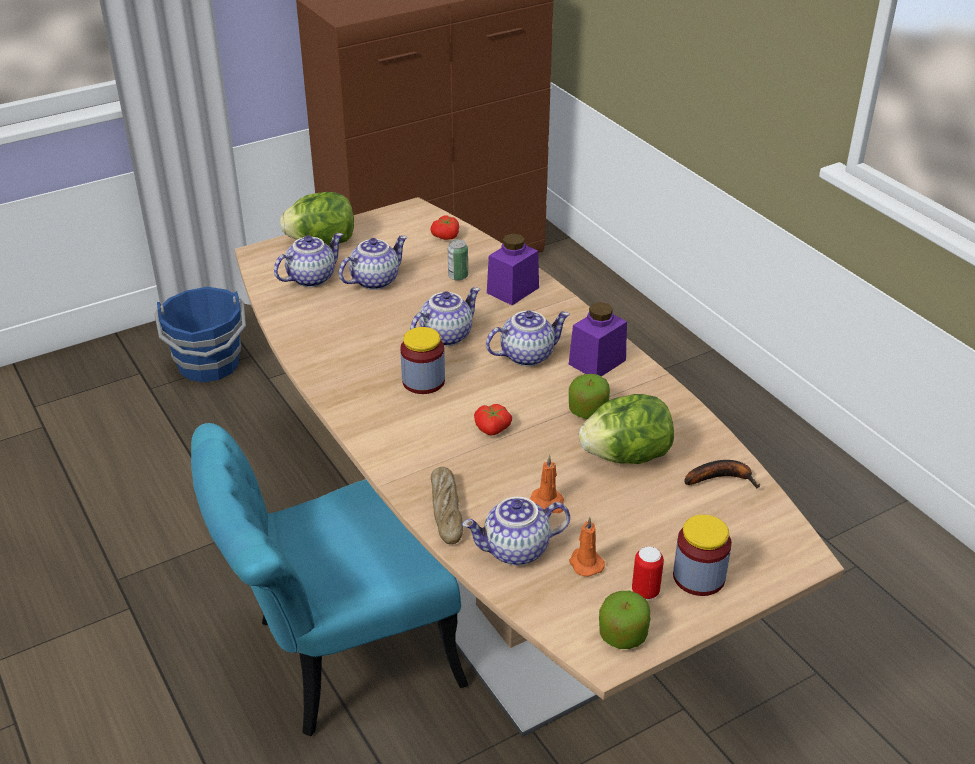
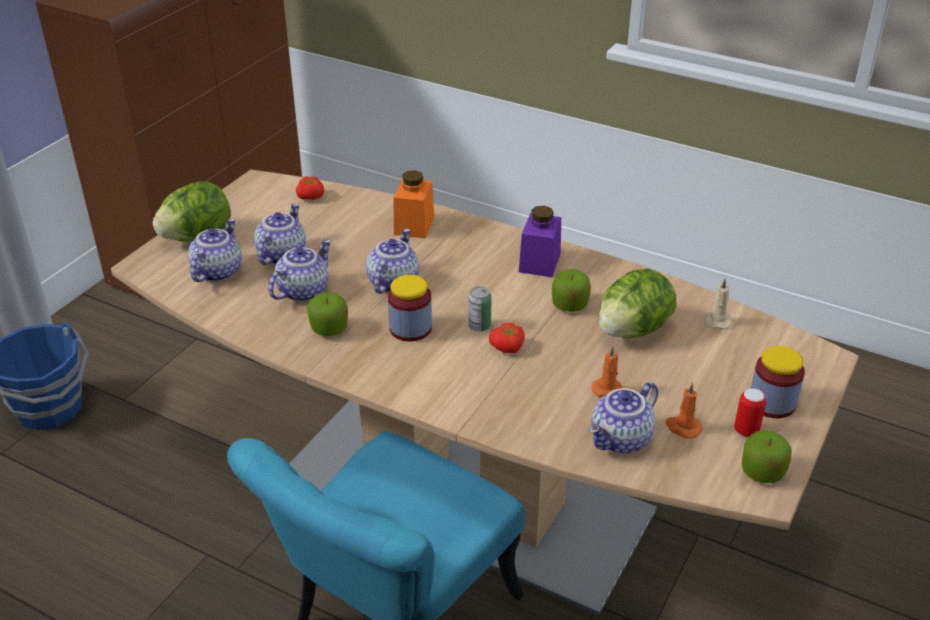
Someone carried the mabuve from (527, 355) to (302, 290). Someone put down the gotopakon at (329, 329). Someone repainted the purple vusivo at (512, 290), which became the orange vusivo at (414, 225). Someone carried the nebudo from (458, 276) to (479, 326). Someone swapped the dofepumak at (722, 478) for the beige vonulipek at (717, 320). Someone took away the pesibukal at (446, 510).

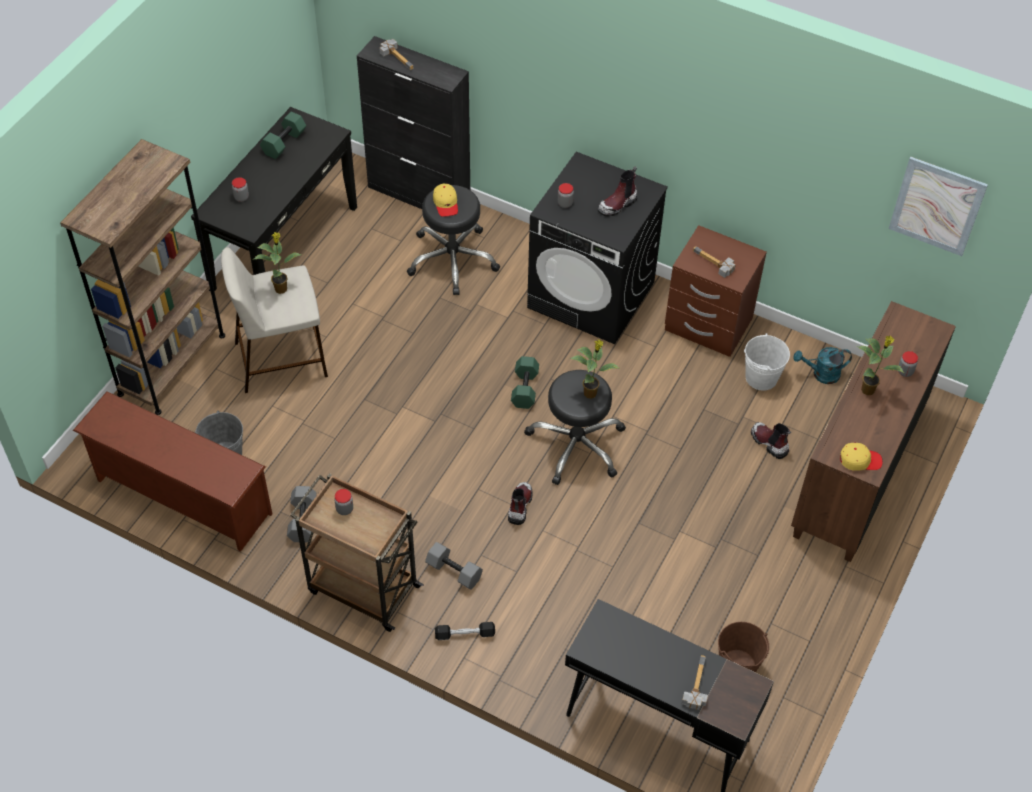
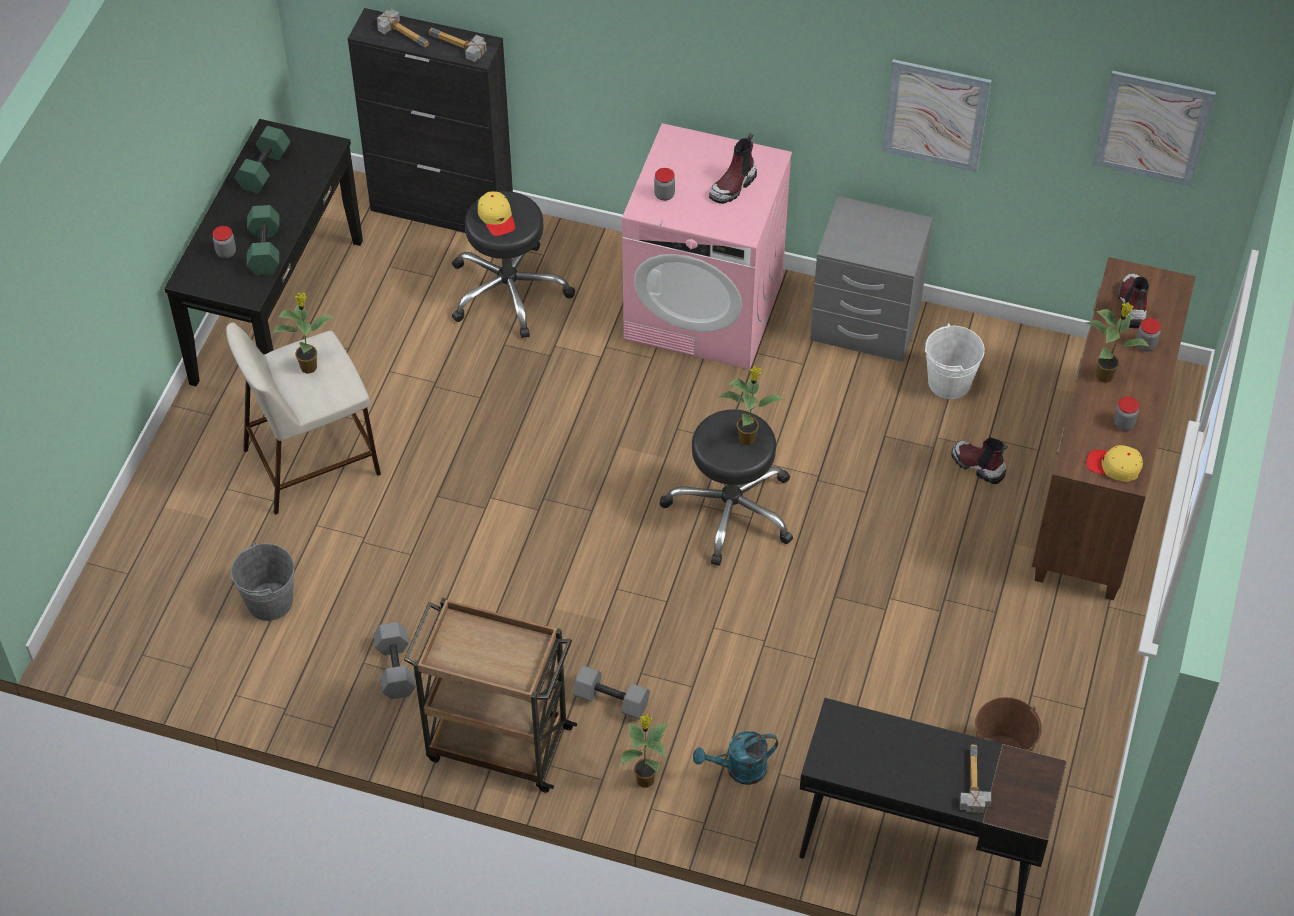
Someone carried the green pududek from (524, 388) to (263, 249). Someone carried the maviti from (712, 264) to (457, 47). Someone swapped the black pududek at (465, 634) for the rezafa at (645, 778). Someone repainted the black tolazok at (592, 295), which became the pink tolazok at (705, 309). Someone carried the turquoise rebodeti from (821, 374) to (739, 770). Someone repainted the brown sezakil at (707, 325), which became the grey sezakil at (865, 325). Someone put up the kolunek at (935, 115). Someone rotated the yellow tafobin at (860, 460) by 150 degrees counterclockwise. Someone carried the vusivo from (344, 509) to (1123, 423). Someone carried the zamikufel from (519, 505) to (1131, 305). Someone took away the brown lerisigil at (172, 364). Someone took away the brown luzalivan at (181, 497).

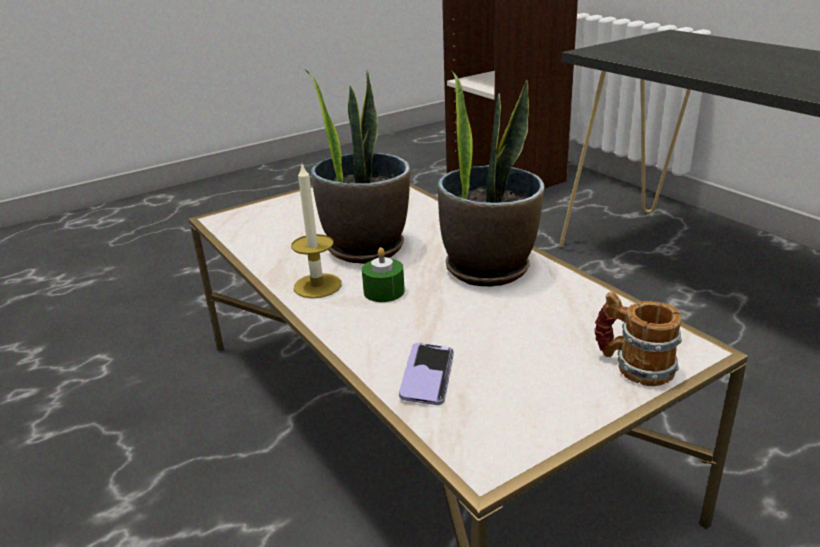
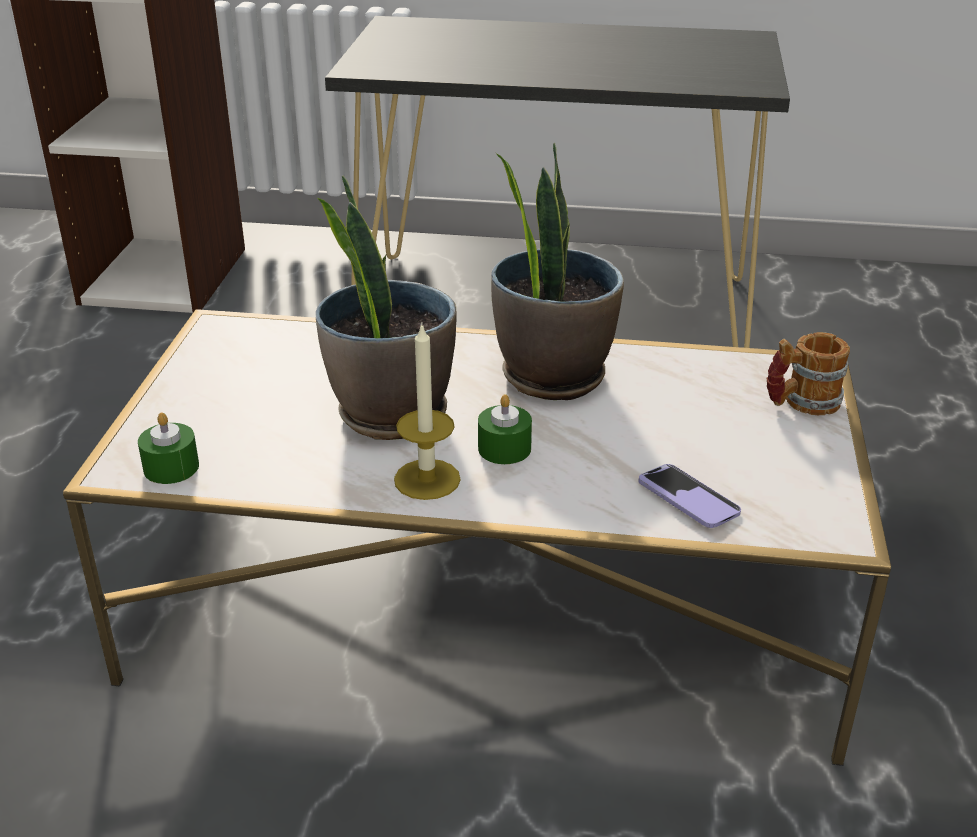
Someone put down the green vonulipek at (171, 467).

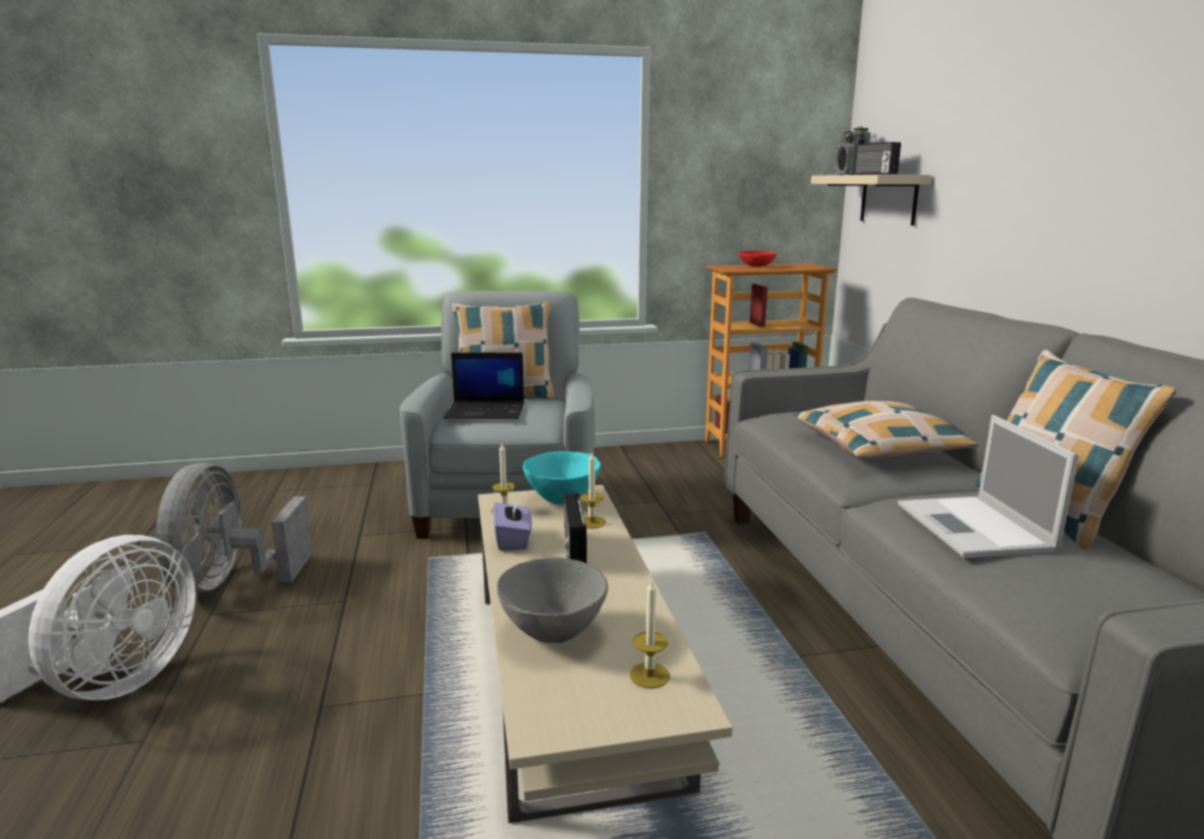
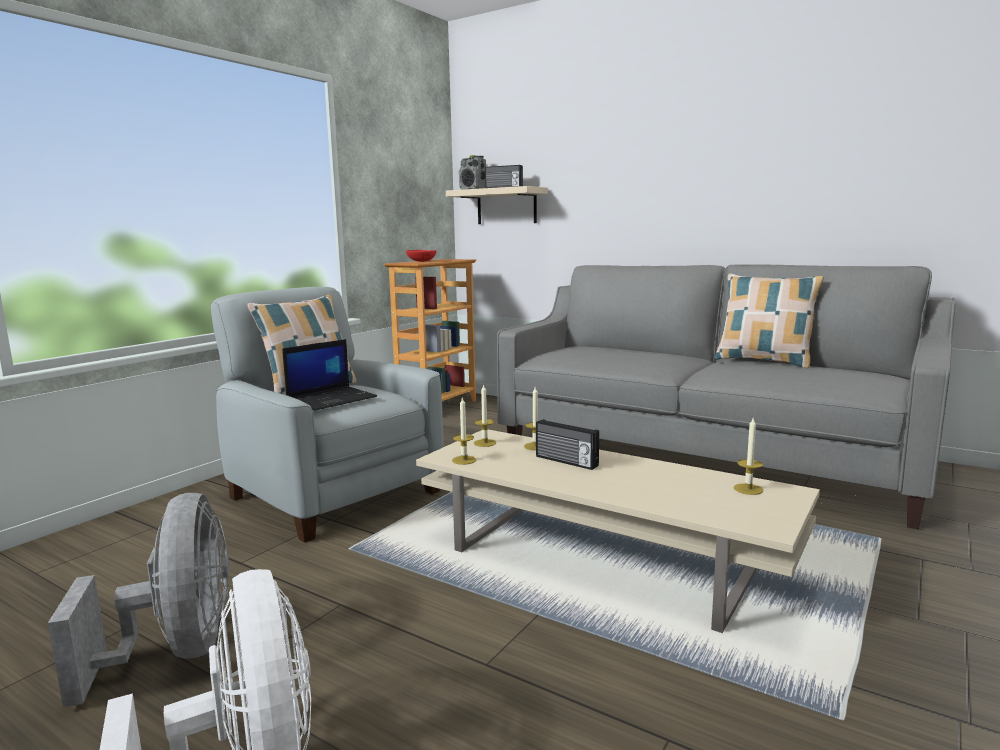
Someone rotated the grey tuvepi at (231, 581) by 150 degrees counterclockwise. Someone swapped the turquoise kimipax at (562, 500) for the vonulipek at (484, 443). Someone took away the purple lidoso at (513, 540). Someone took away the grey kimipax at (552, 632). Someone took away the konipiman at (878, 446). Someone took away the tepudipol at (975, 528).

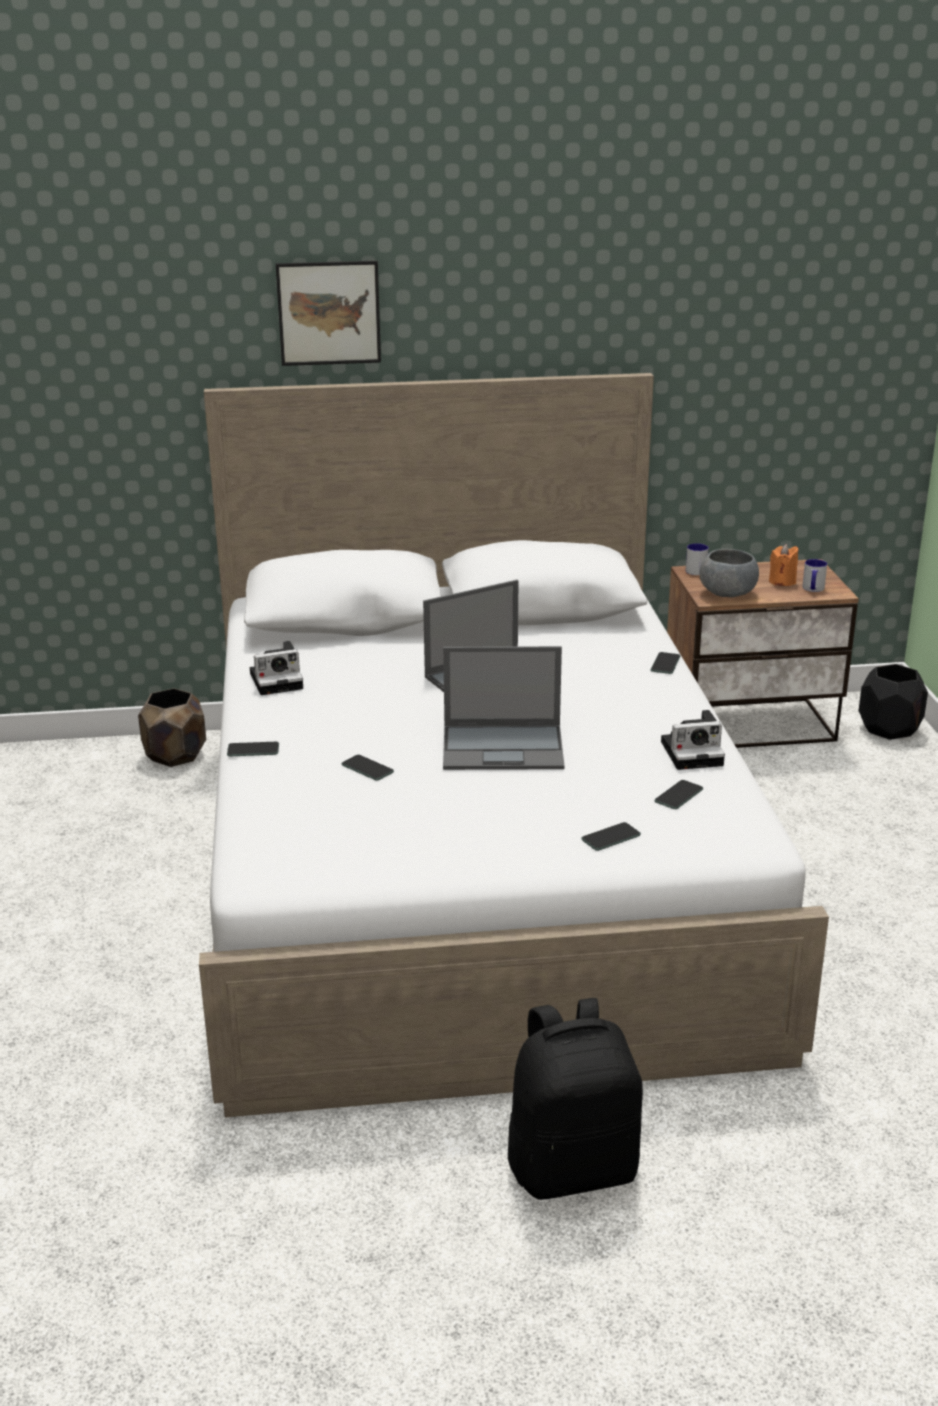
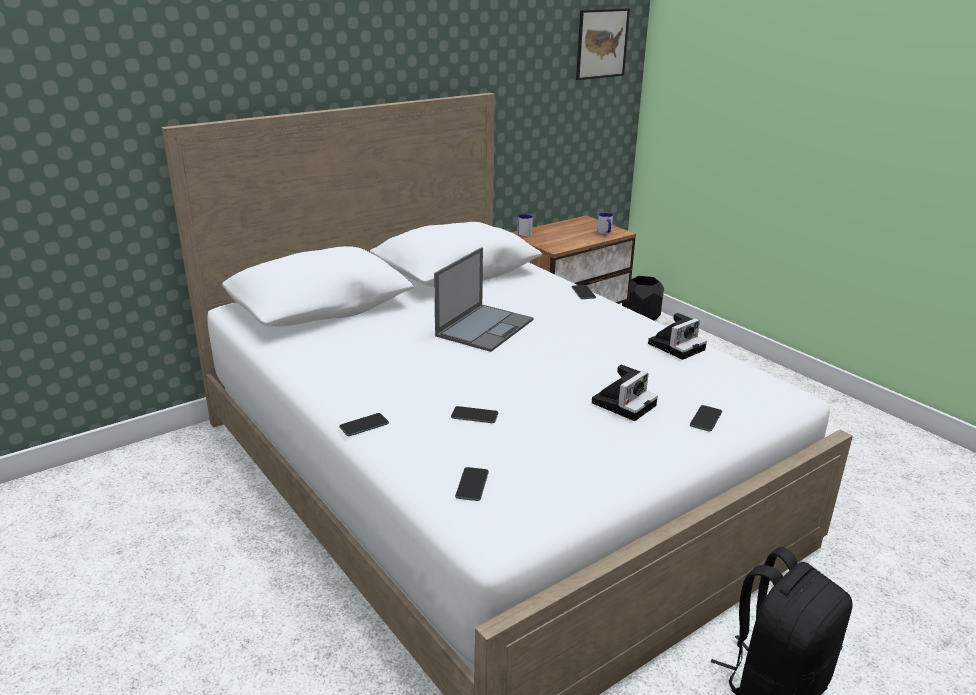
Someone carried the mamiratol from (678, 795) to (472, 484). Someone carried the kolunek from (329, 313) to (601, 43). Someone carried the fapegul from (278, 680) to (624, 403). Someone took away the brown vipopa at (174, 755). Someone took away the tepudipol at (504, 747). Someone took away the grey kimipax at (727, 594). Someone took away the orange vonulipek at (782, 581).

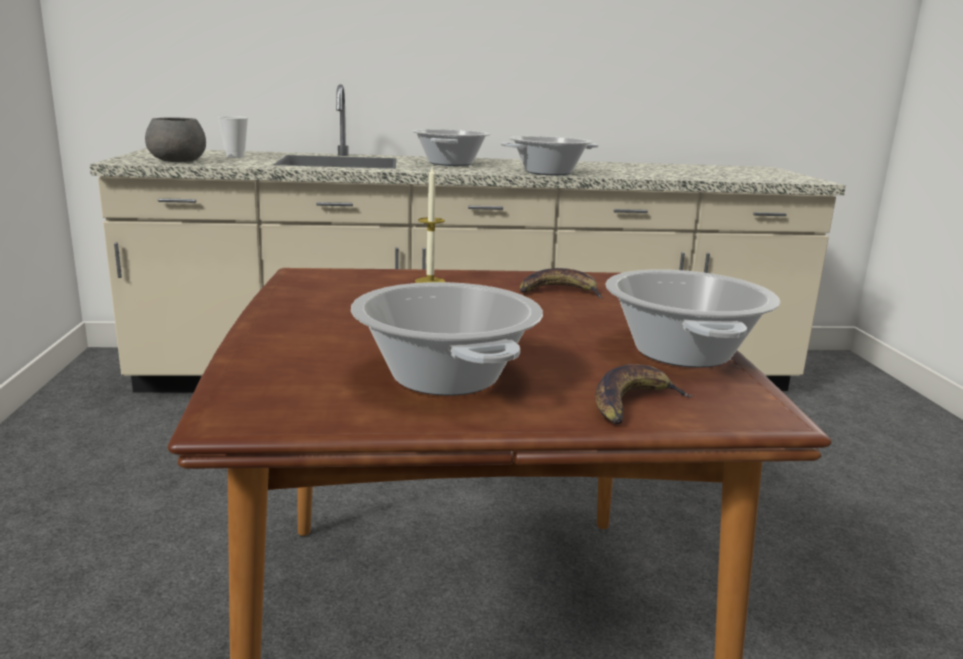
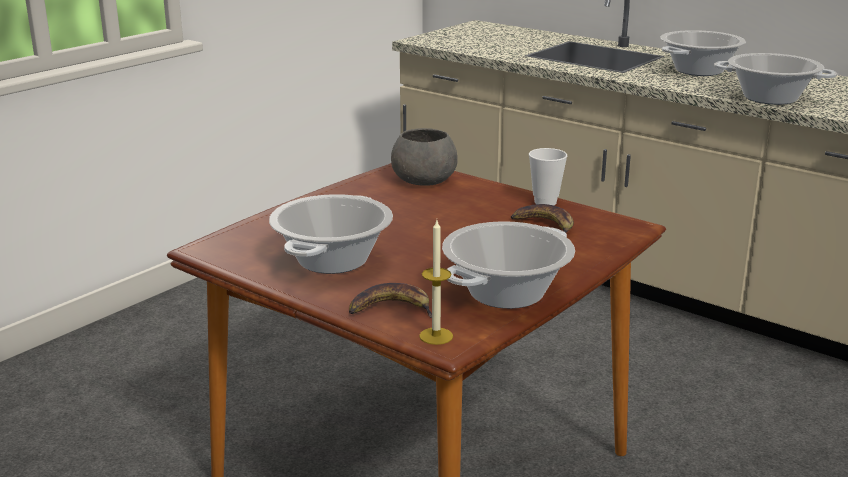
Someone carried the grey kimipax from (179, 161) to (425, 180). Someone carried the vonulipek from (430, 281) to (436, 336). Someone carried the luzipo from (235, 157) to (545, 202).

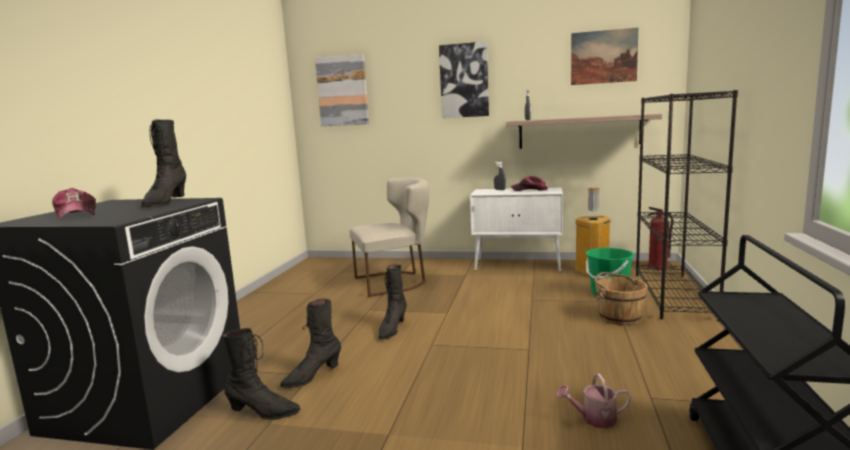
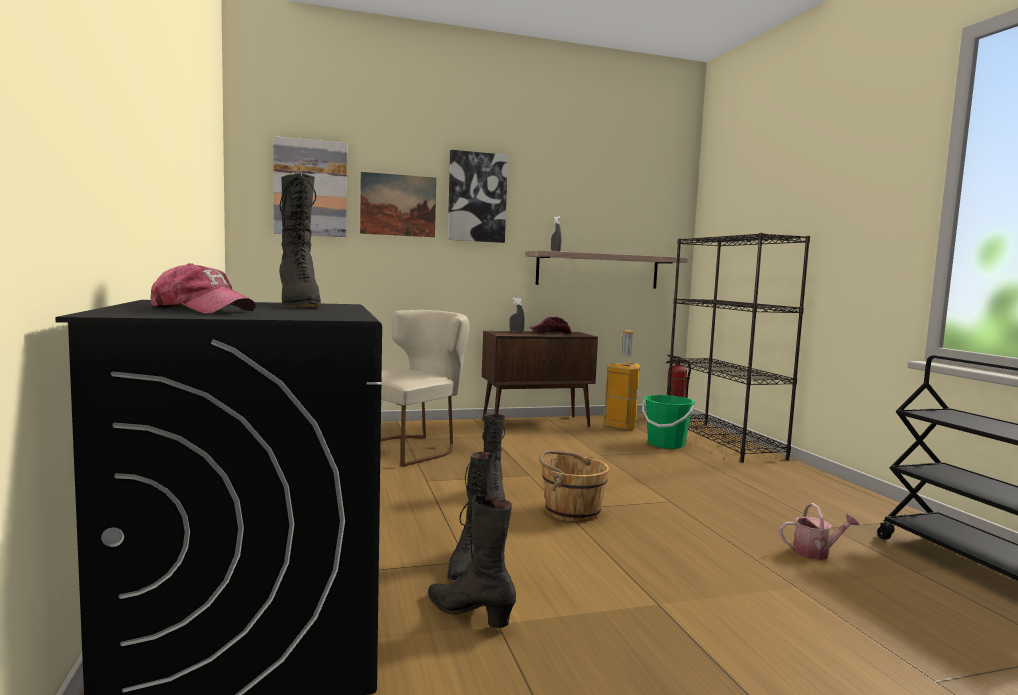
Someone carried the kolunek from (603, 57) to (398, 205). Someone rotated the black zamikufel at (263, 412) by 120 degrees counterclockwise. Someone repainted the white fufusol at (518, 265), which became the brown fufusol at (536, 423). Someone carried the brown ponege from (619, 317) to (571, 511). Someone rotated the rebodeti at (594, 419) by 150 degrees counterclockwise.

